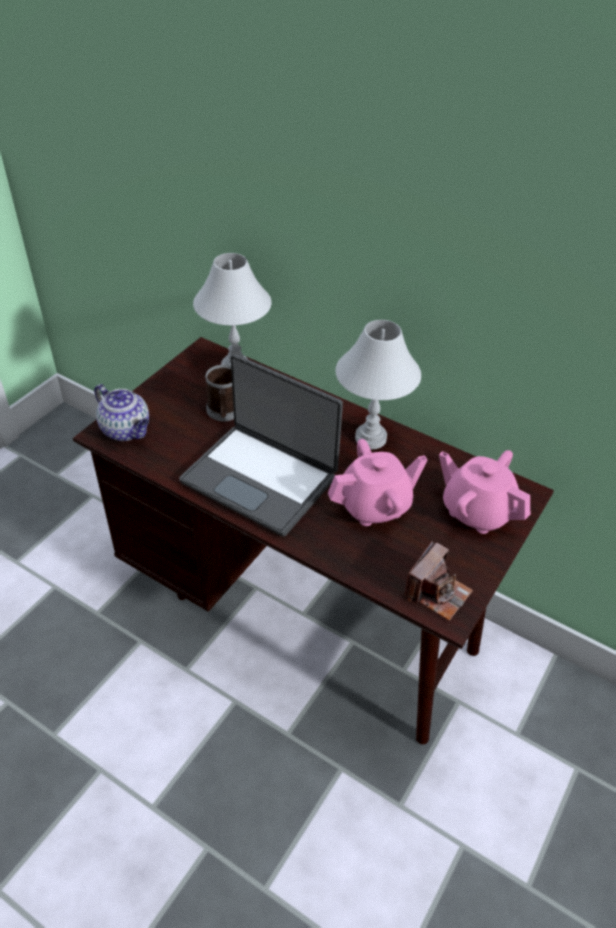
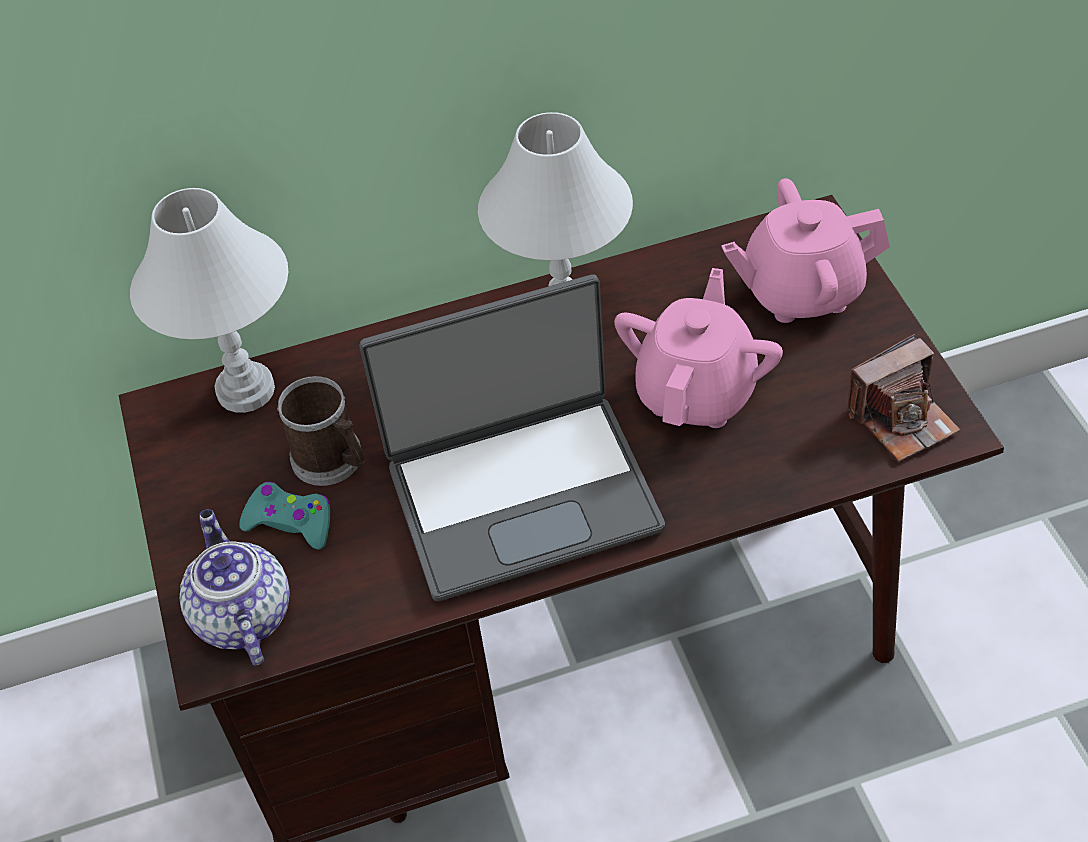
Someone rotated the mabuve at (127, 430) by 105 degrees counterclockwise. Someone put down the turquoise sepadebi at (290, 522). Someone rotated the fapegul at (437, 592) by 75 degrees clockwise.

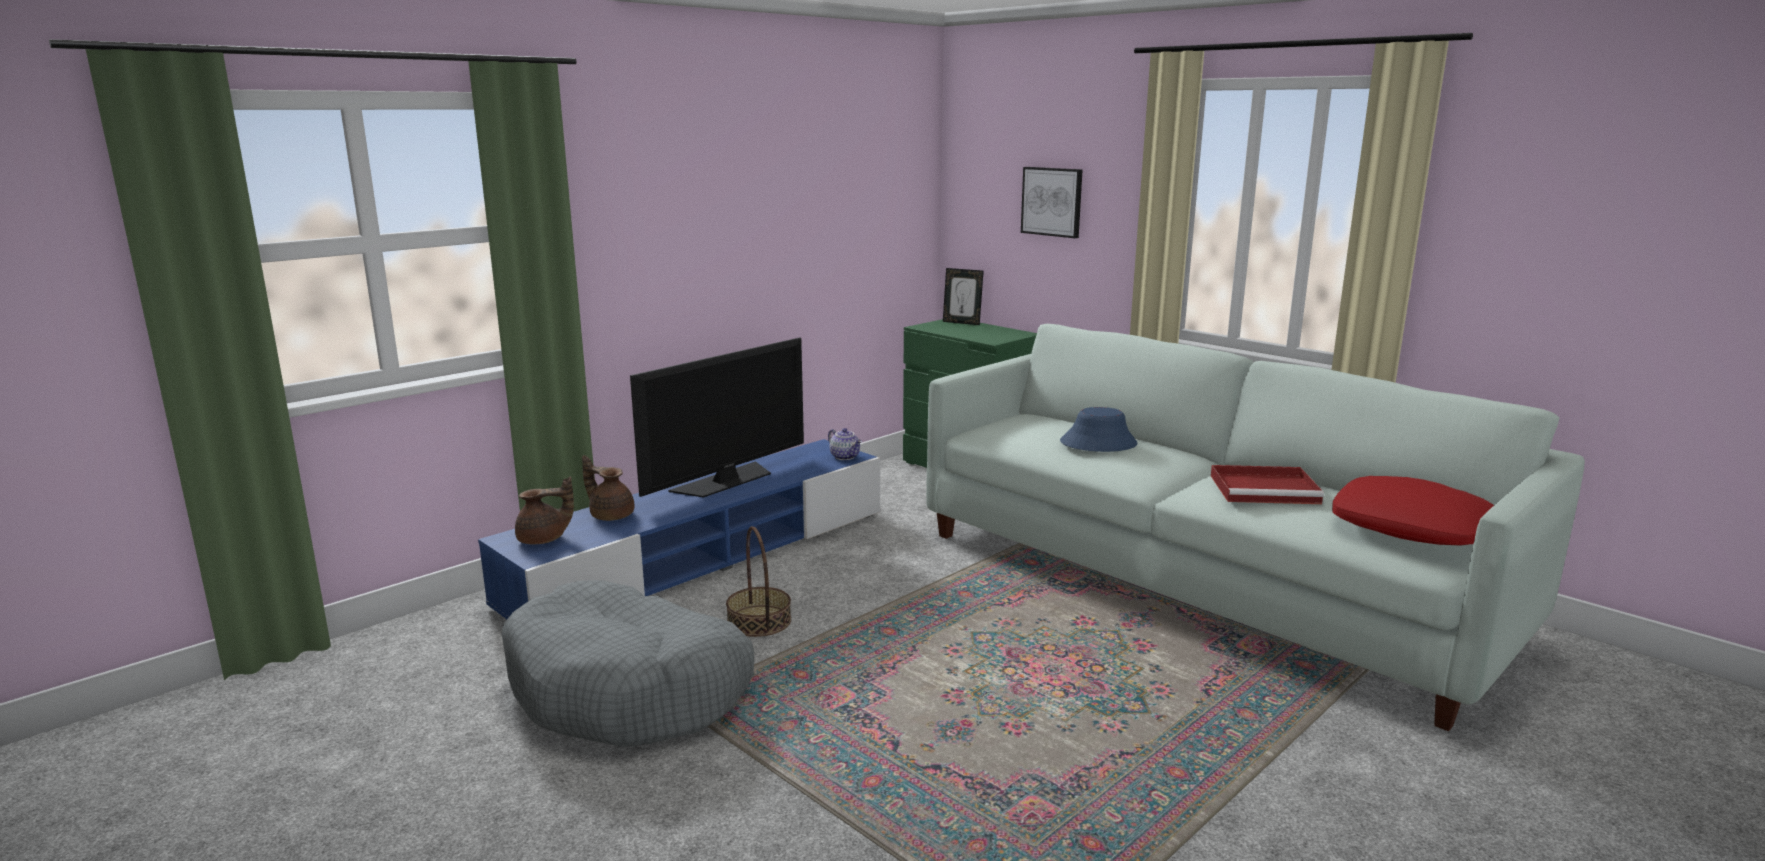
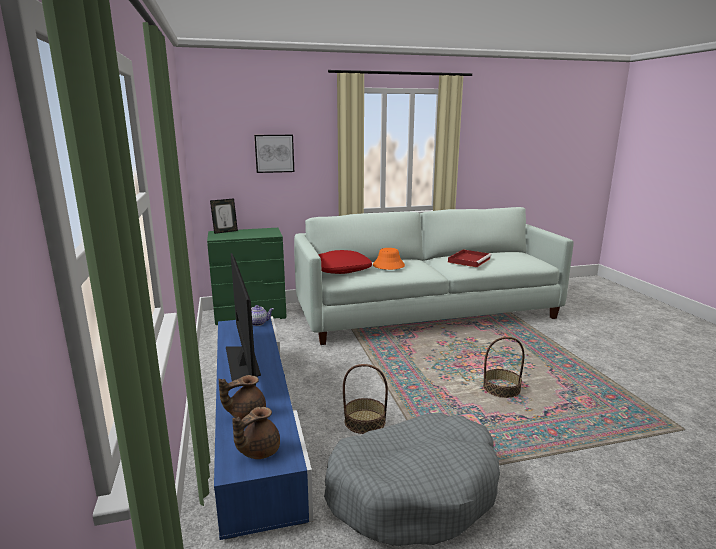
Someone rotated the brown mabuve at (544, 540) by 150 degrees counterclockwise. Someone carried the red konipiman from (1409, 527) to (341, 269). Someone repainted the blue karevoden at (1098, 443), which became the orange karevoden at (388, 265). Someone put down the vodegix at (501, 389).

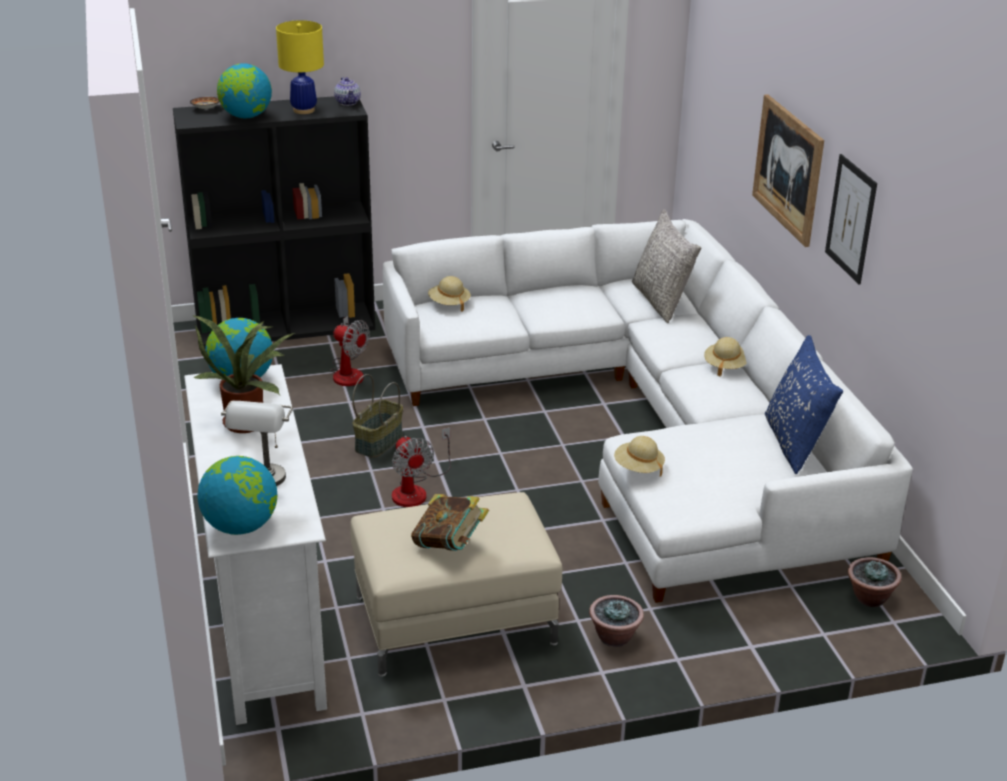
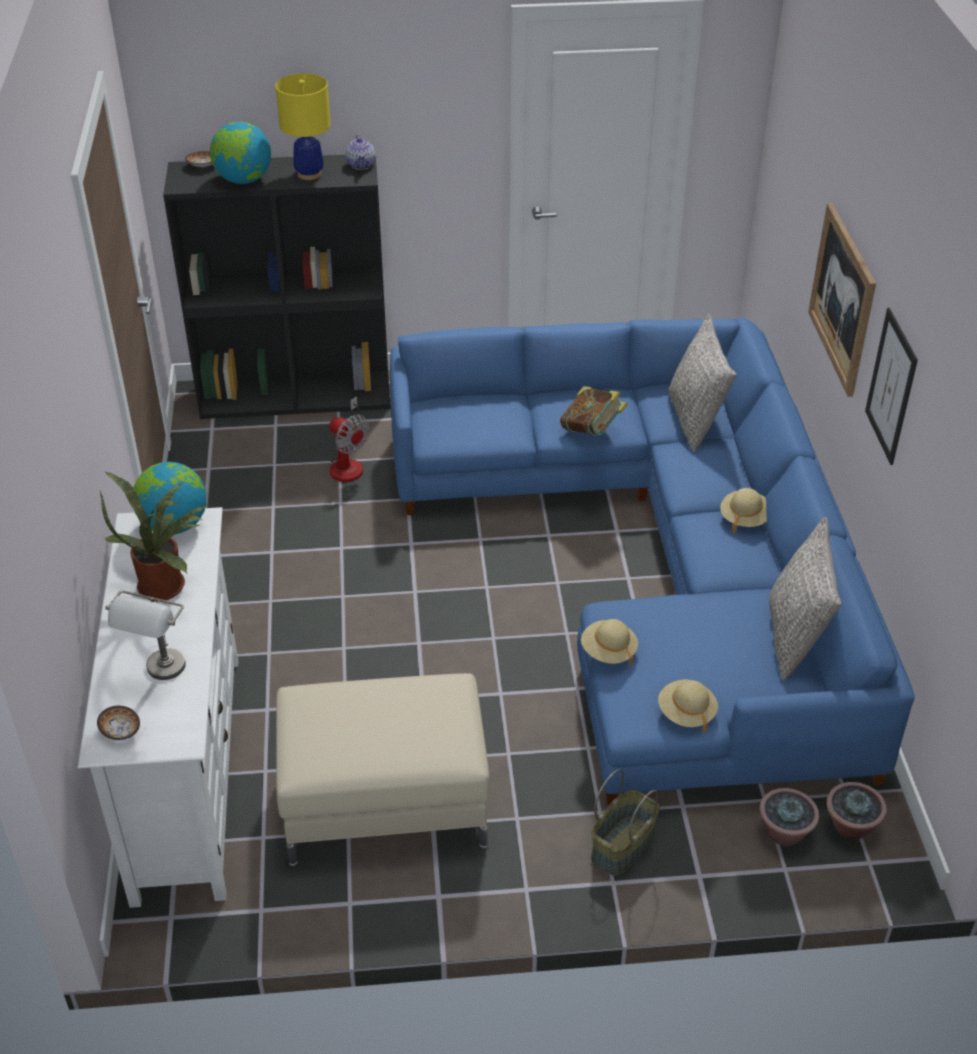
Someone swapped the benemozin at (241, 526) for the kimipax at (121, 730). Someone repainted the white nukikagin at (648, 424), which became the blue nukikagin at (659, 564). Someone carried the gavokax from (449, 545) to (592, 430). Someone carried the vodegix from (378, 442) to (622, 845). Someone carried the beige karevoden from (449, 303) to (686, 713). Someone carried the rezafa from (614, 637) to (784, 833). Someone repainted the blue konipiman at (795, 443), which became the grey konipiman at (795, 636). Someone took away the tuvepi at (416, 490).

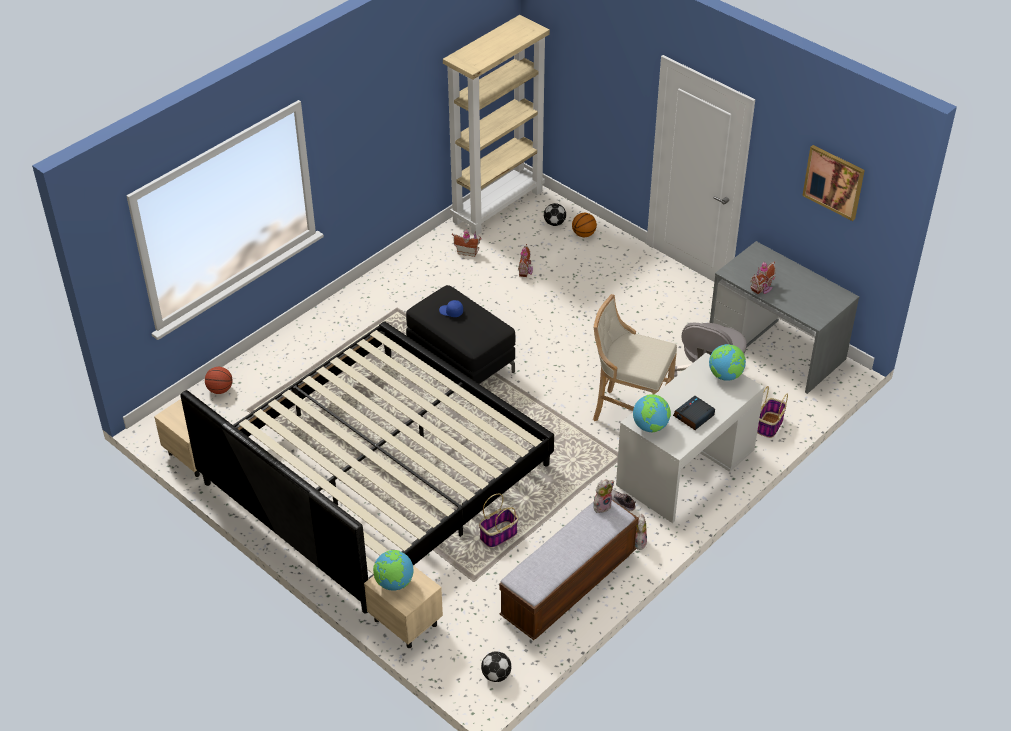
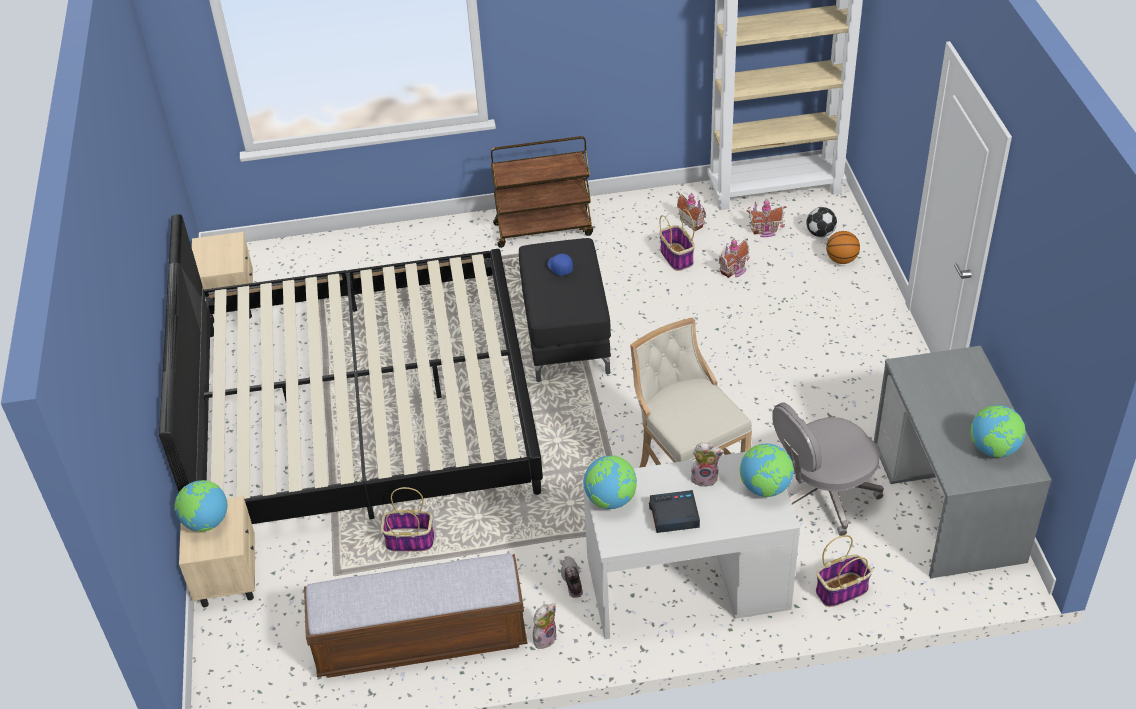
Someone put down the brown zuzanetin at (544, 229). Someone put down the vodegix at (677, 257). Someone carried the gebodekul from (602, 505) to (705, 478). Someone carried the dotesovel from (762, 288) to (765, 231). Someone put down the benemozin at (994, 449). Someone took away the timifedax at (220, 390). Someone took away the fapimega at (496, 675). Someone took away the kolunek at (834, 182).

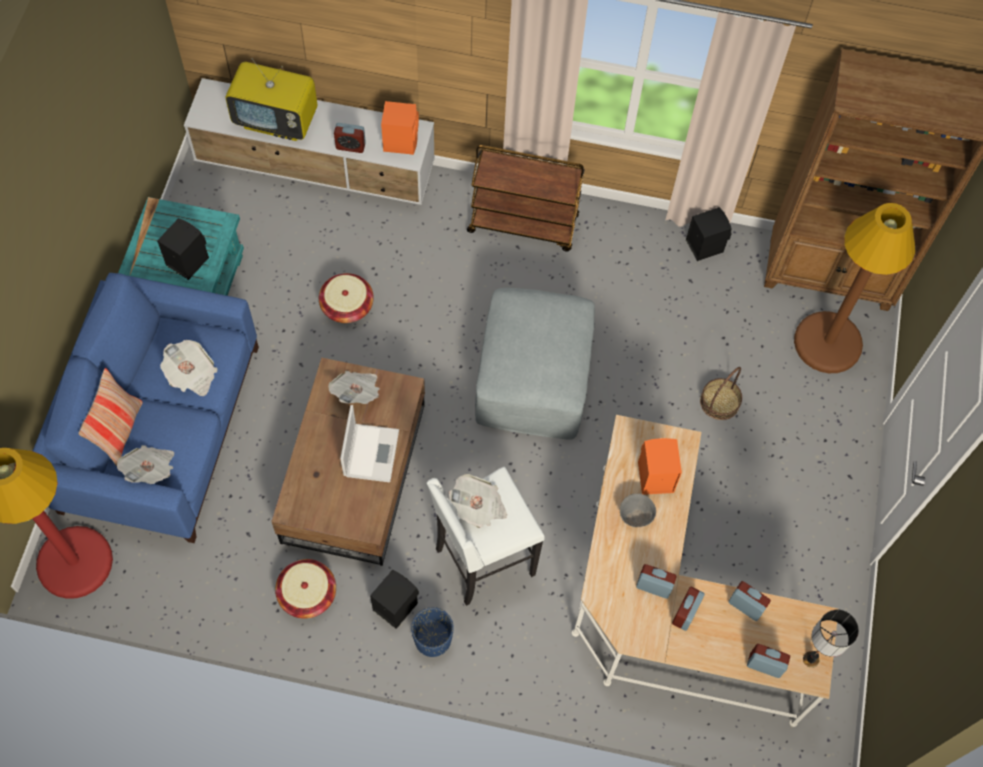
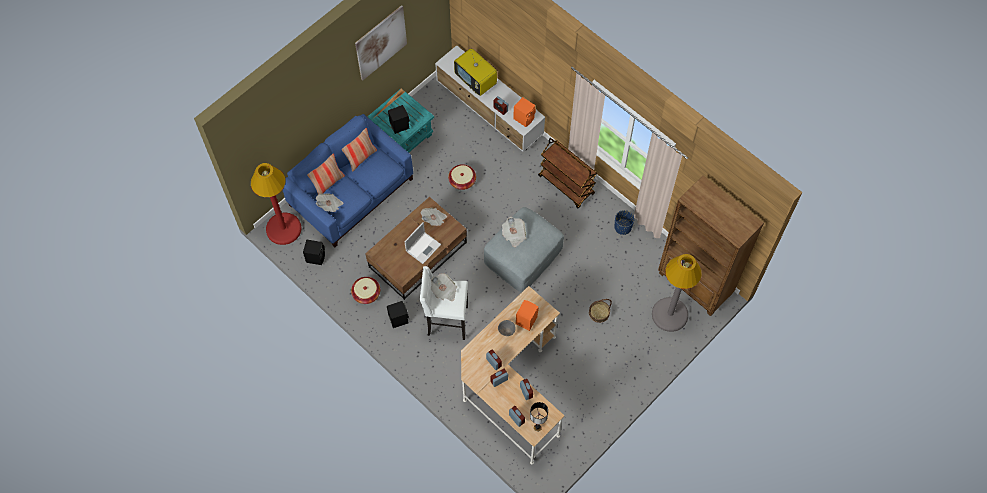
Someone carried the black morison from (704, 245) to (316, 257). Someone put down the konipiman at (361, 158). Someone put up the kolunek at (381, 42). Someone carried the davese from (191, 375) to (514, 235). Someone carried the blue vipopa from (433, 639) to (623, 227). Someone repainted the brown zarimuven at (828, 343), which became the grey zarimuven at (670, 314).

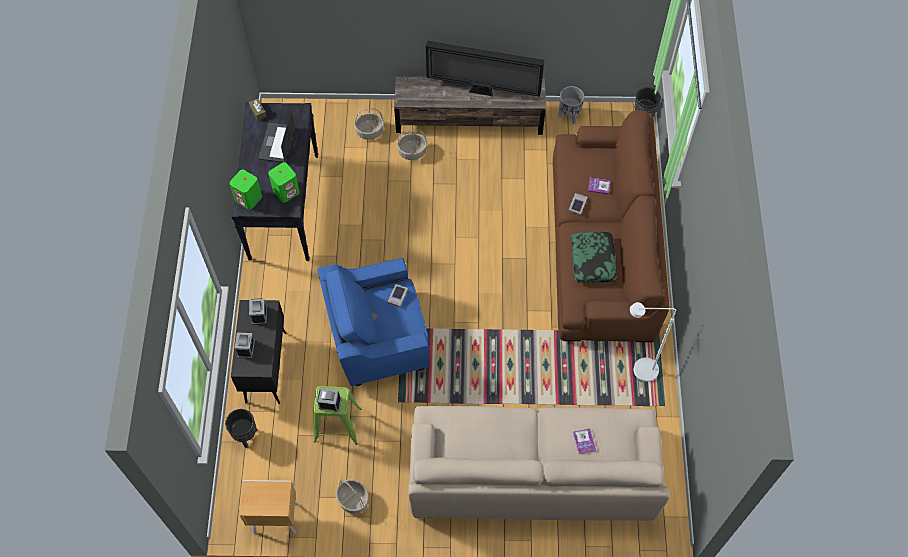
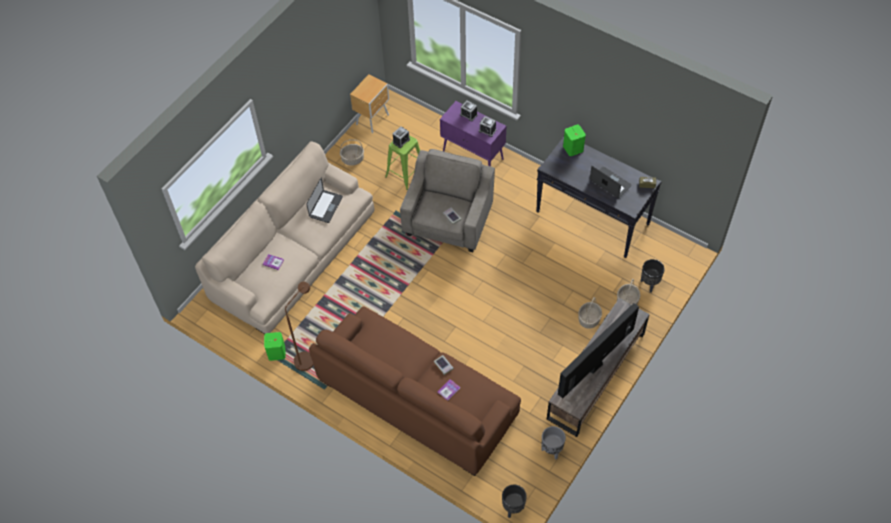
Someone carried the green morison from (286, 191) to (276, 353). Someone repainted the white zarimuven at (638, 370), which became the brown zarimuven at (307, 357). Someone put down the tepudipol at (326, 207). Someone repainted the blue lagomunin at (378, 338), which became the grey lagomunin at (448, 222). Someone repainted the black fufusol at (266, 366), which became the purple fufusol at (473, 155). Someone carried the black vipopa from (246, 435) to (649, 284). Someone took away the konipiman at (593, 260).

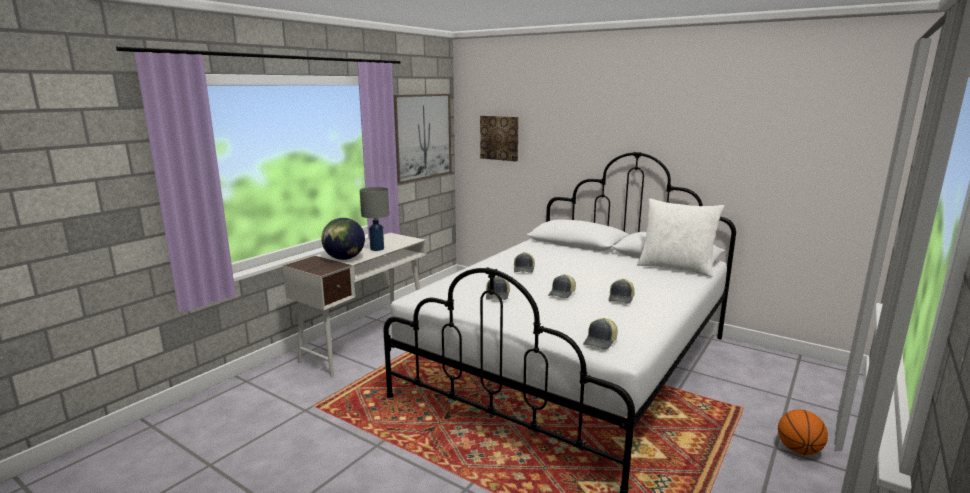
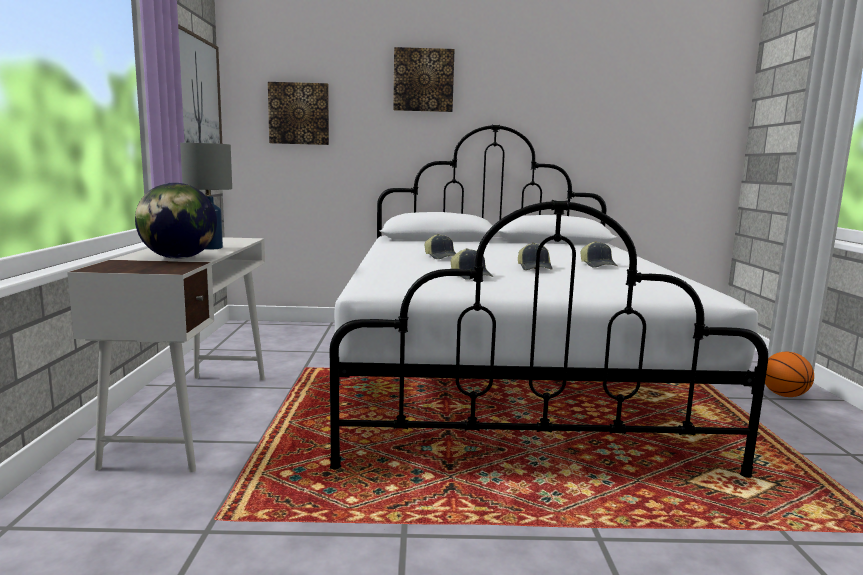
Someone put up the kolunek at (423, 80). Someone took away the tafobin at (601, 342). Someone took away the white konipiman at (676, 268).

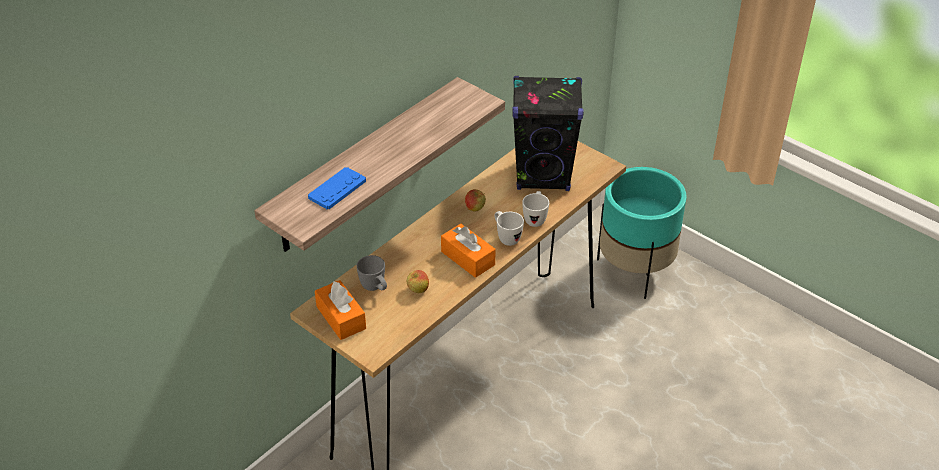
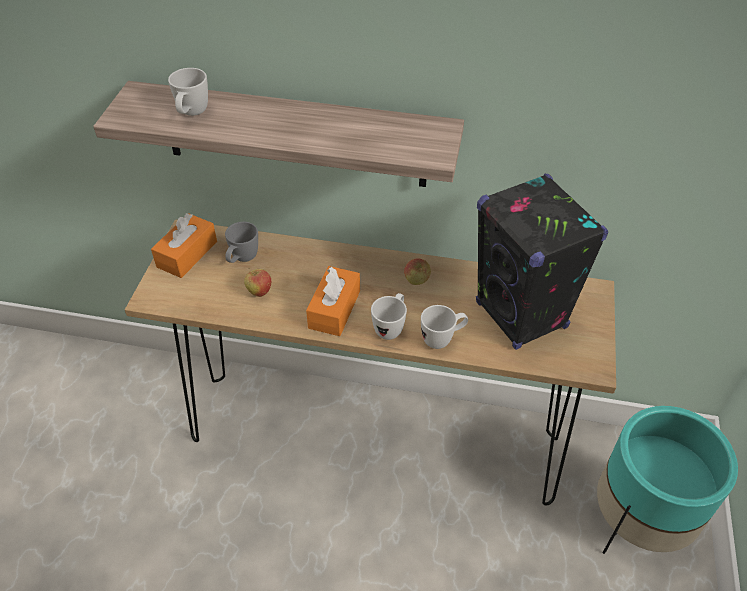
Someone swapped the blue sepadebi at (337, 189) for the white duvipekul at (191, 114).

